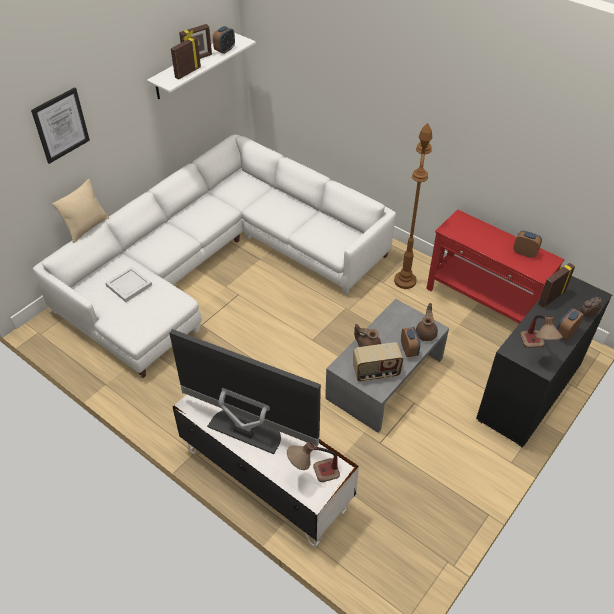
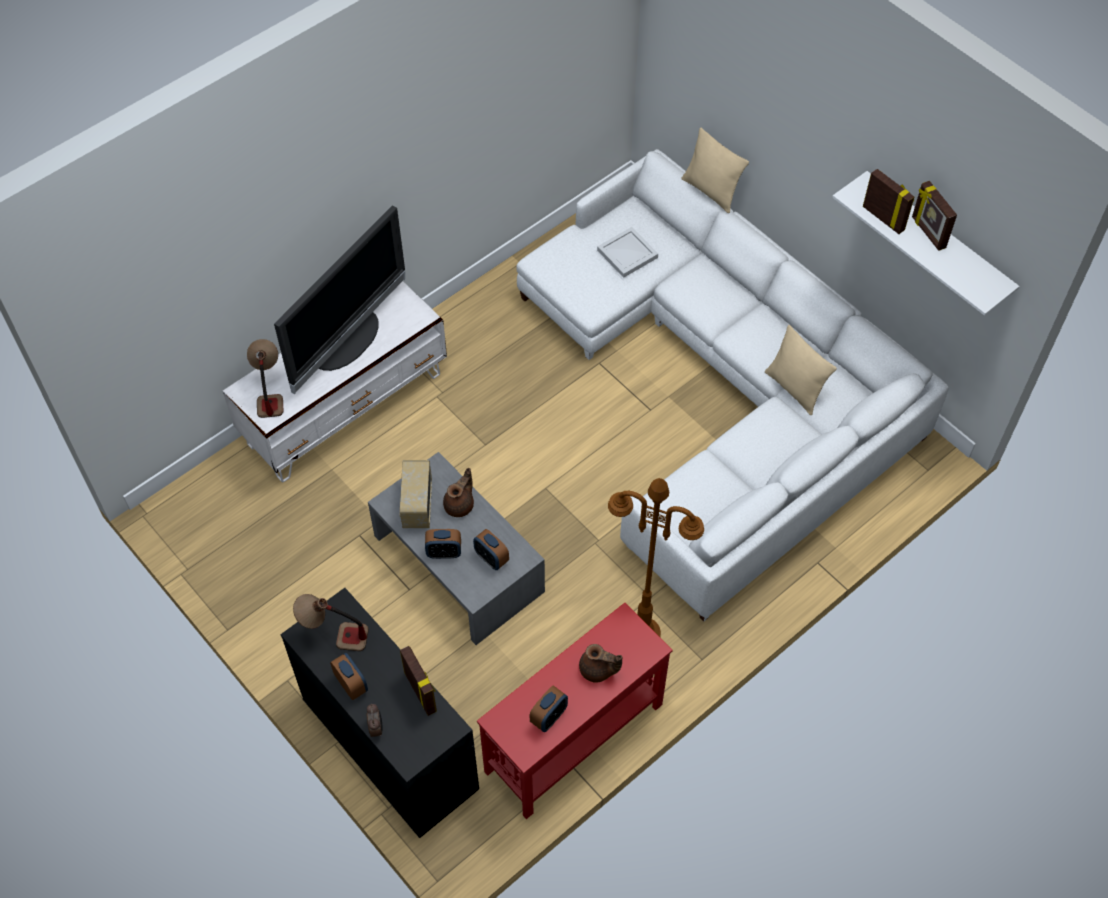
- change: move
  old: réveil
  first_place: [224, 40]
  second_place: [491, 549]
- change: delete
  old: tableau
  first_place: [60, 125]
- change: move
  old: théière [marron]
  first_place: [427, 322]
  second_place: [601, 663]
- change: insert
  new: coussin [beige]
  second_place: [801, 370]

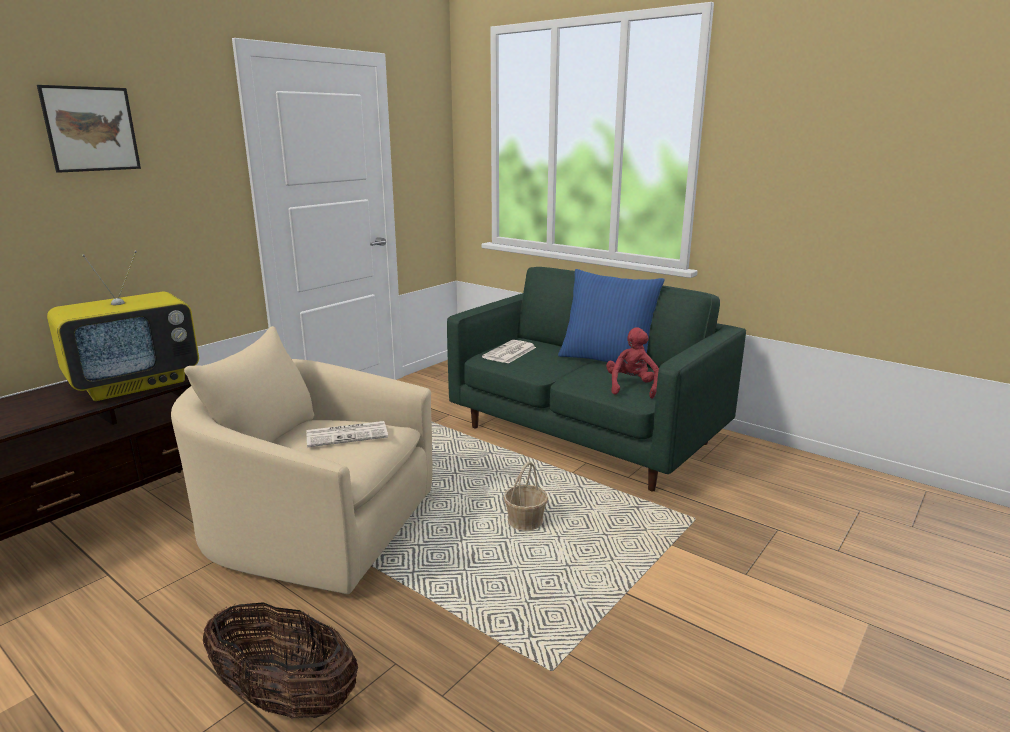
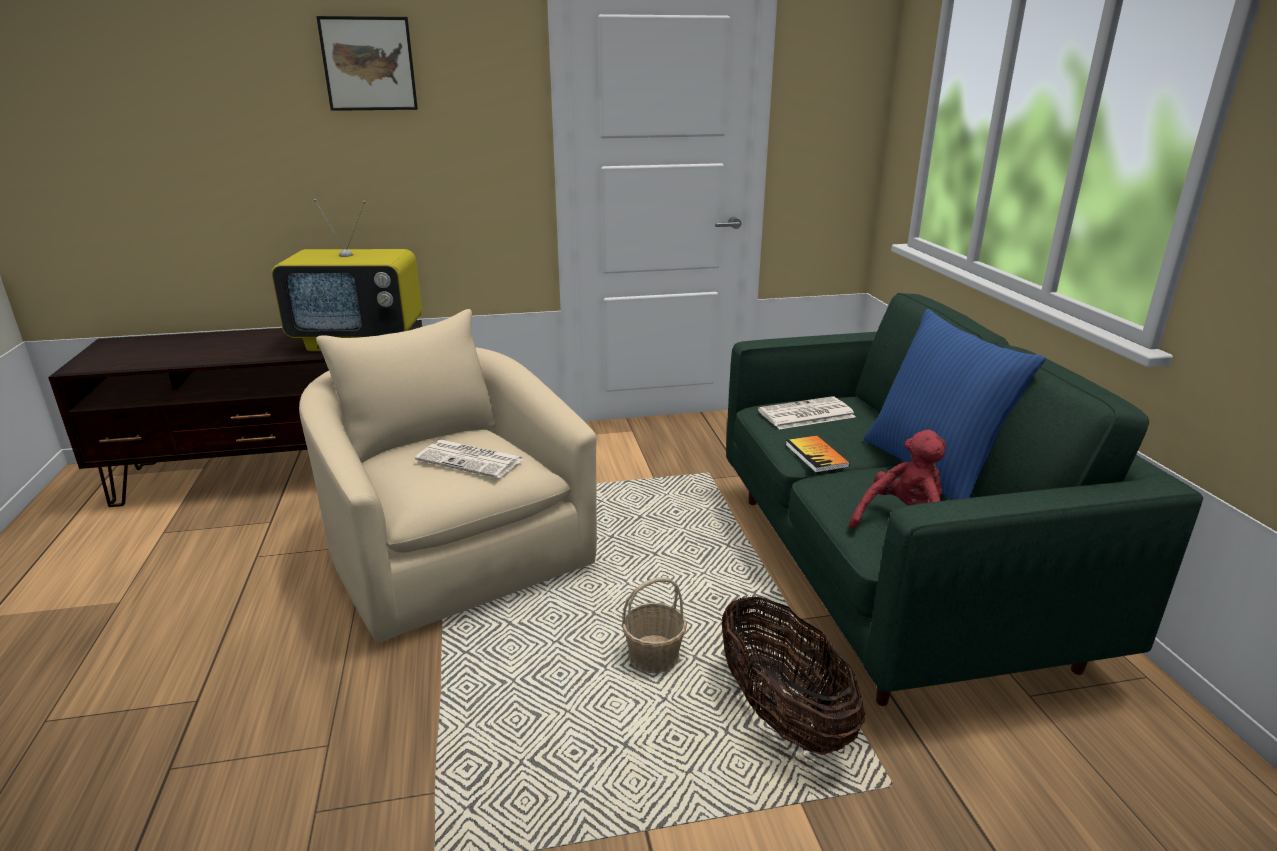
- change: move
  old: panier
  first_place: [280, 660]
  second_place: [793, 675]
- change: insert
  new: livre
  second_place: [818, 454]

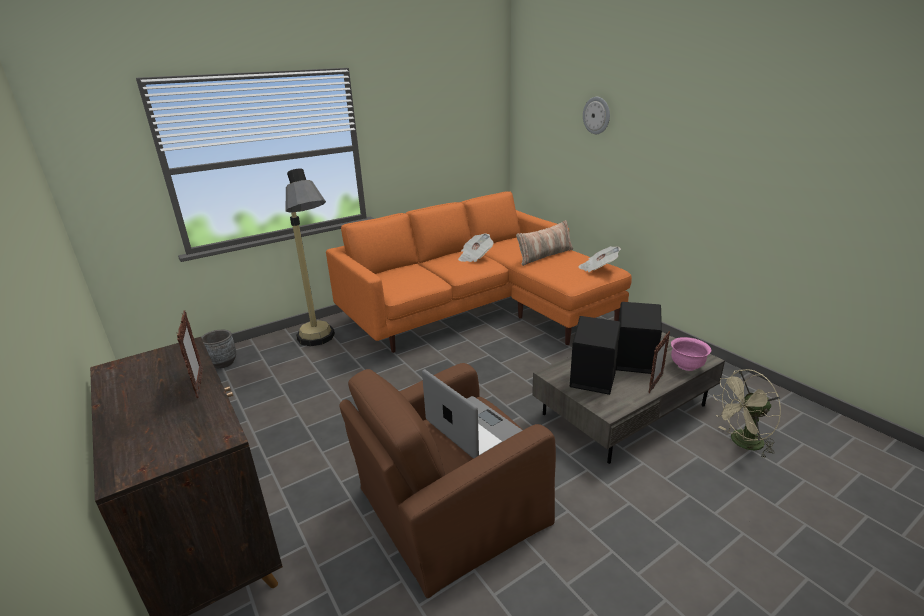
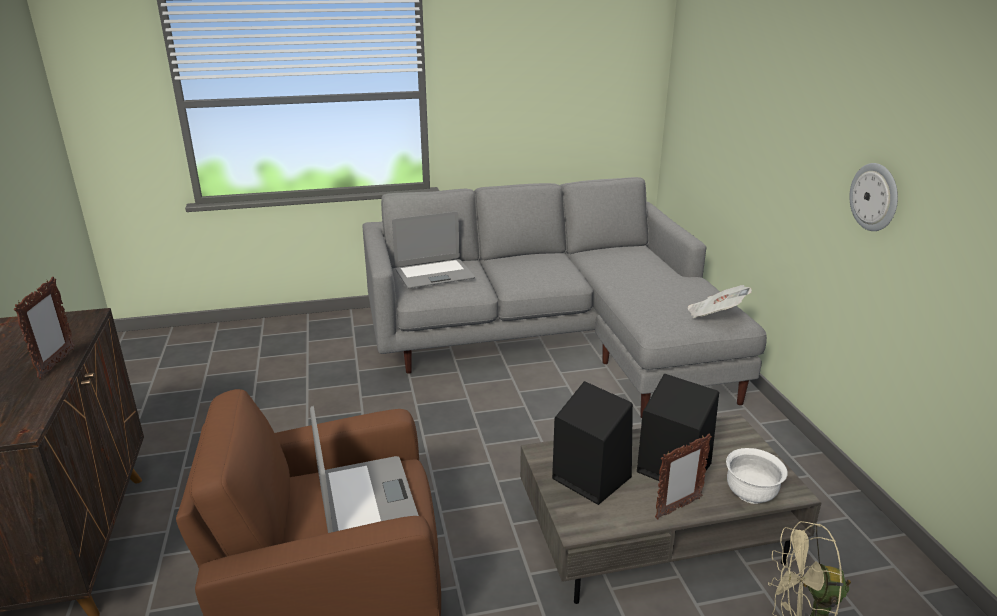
- change: move
  old: horloge murale
  first_place: [596, 115]
  second_place: [873, 197]
- change: delete
  old: lampadaire
  first_place: [310, 257]
- change: recolor
  old: canapé [orange]
  new: canapé [gris]
  first_place: [479, 272]
  second_place: [564, 297]
- change: delete
  old: coussin
  first_place: [544, 243]
- change: delete
  old: journal
  first_place: [476, 247]
- change: delete
  old: cache-pot [gris]
  first_place: [219, 349]
- change: recolor
  old: bol [rose]
  new: bol [blanc]
  first_place: [691, 354]
  second_place: [757, 476]
- change: insert
  new: ordinateur portable
  second_place: [433, 249]

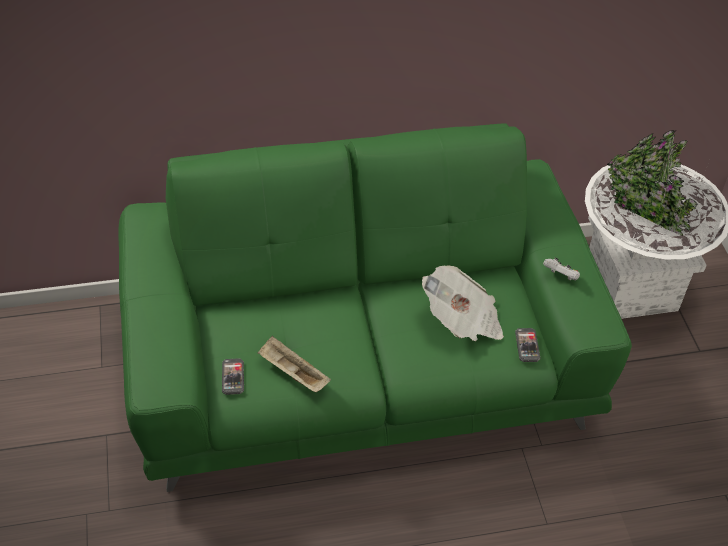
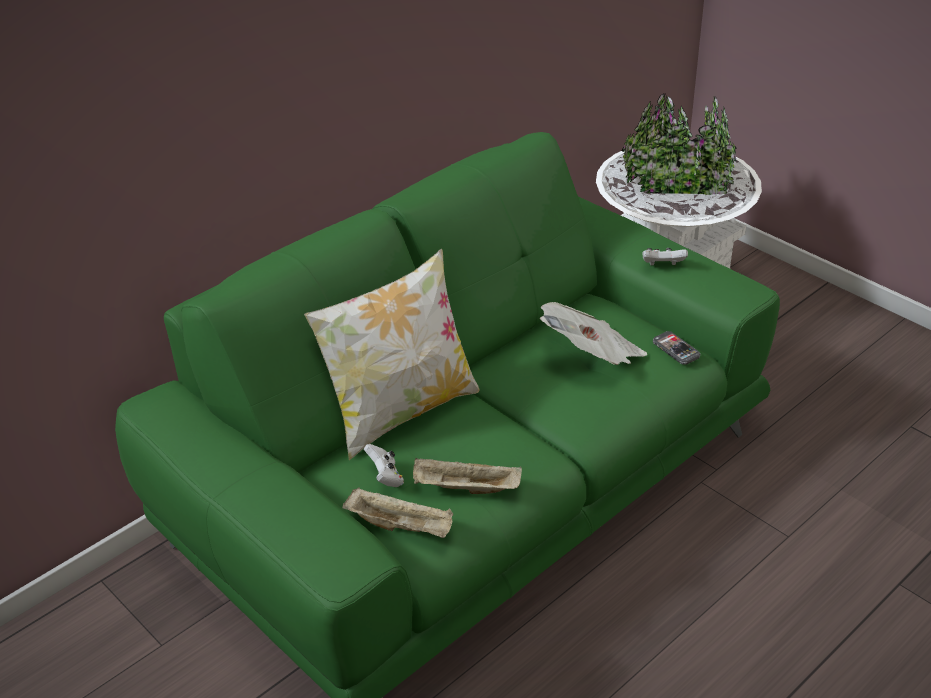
- change: replace
  old: téléphone
  new: plateau [beige]
  first_place: [233, 376]
  second_place: [397, 513]
- change: insert
  new: coussin
  second_place: [392, 354]
- change: insert
  new: manette [blanc]
  second_place: [384, 465]

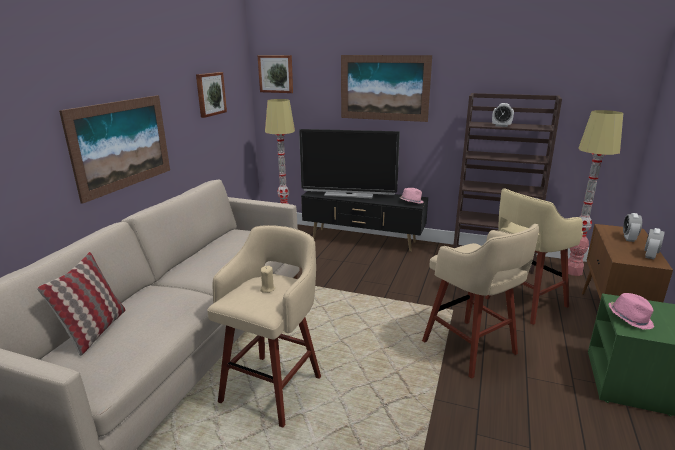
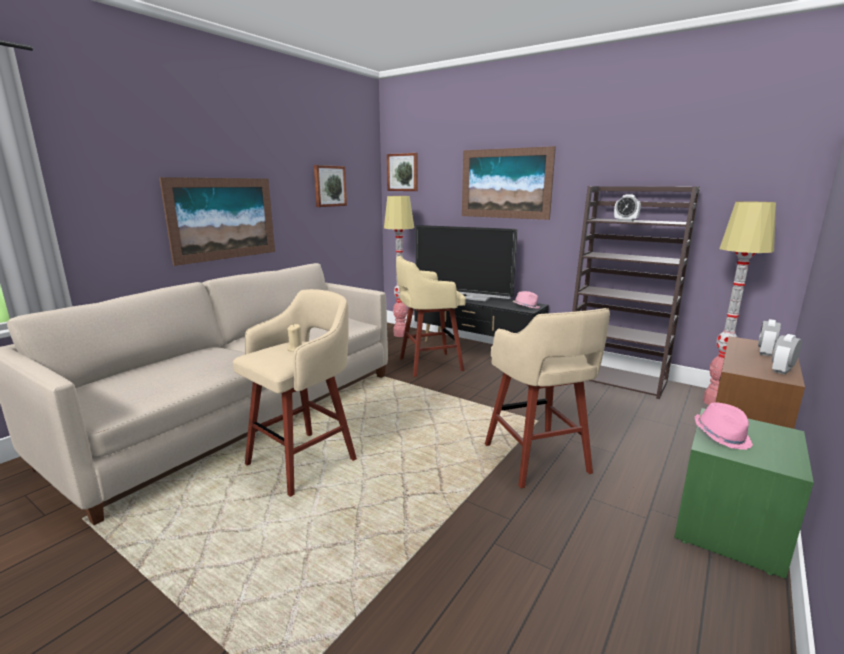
- change: move
  old: tabouret [beige]
  first_place: [534, 256]
  second_place: [431, 316]
- change: delete
  old: coussin
  first_place: [81, 304]

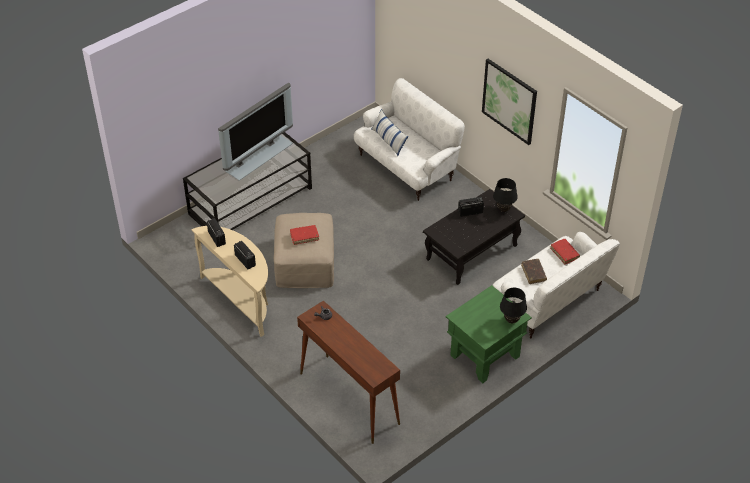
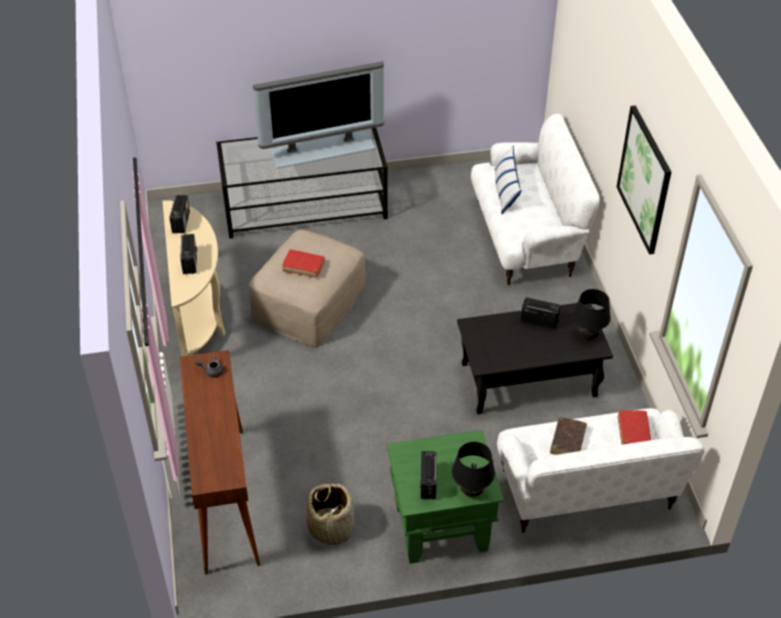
- change: insert
  new: radio
  second_place: [428, 474]
- change: insert
  new: panier
  second_place: [330, 514]

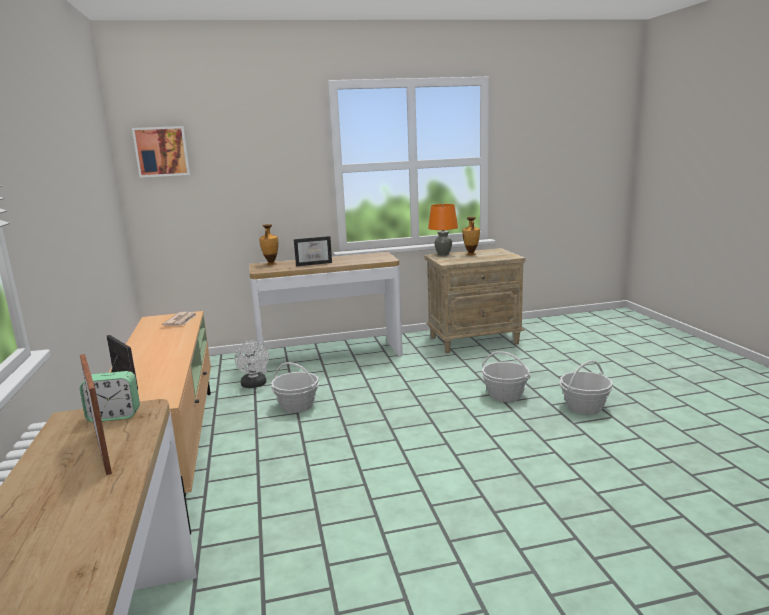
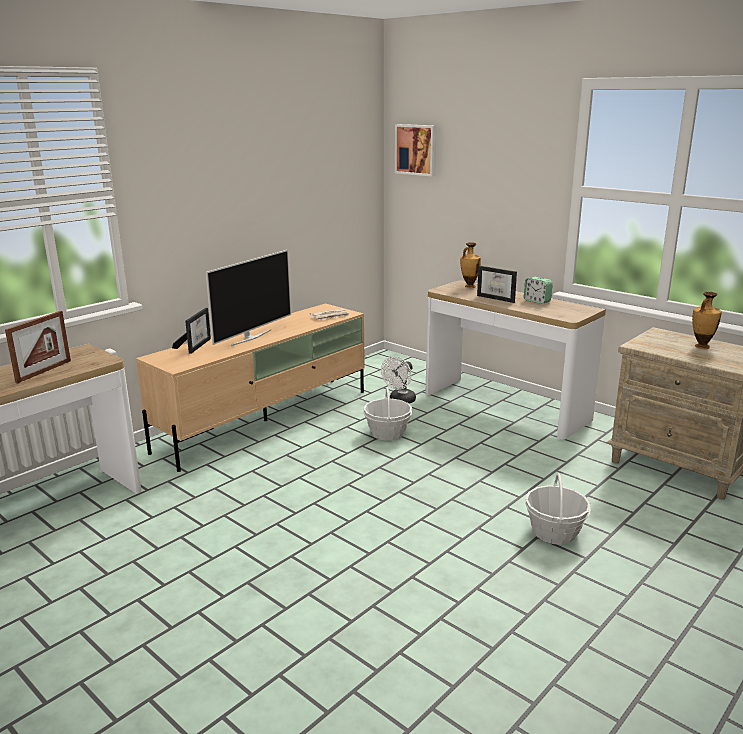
- change: delete
  old: lampe de table [orange]
  first_place: [443, 230]
- change: delete
  old: panier
  first_place: [586, 387]
- change: move
  old: réveil
  first_place: [110, 396]
  second_place: [538, 290]
- change: insert
  new: téléviseur
  second_place: [248, 298]

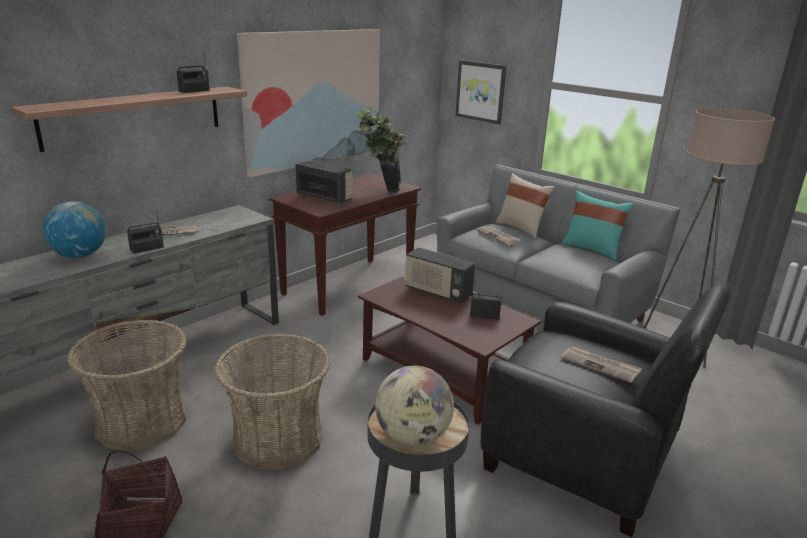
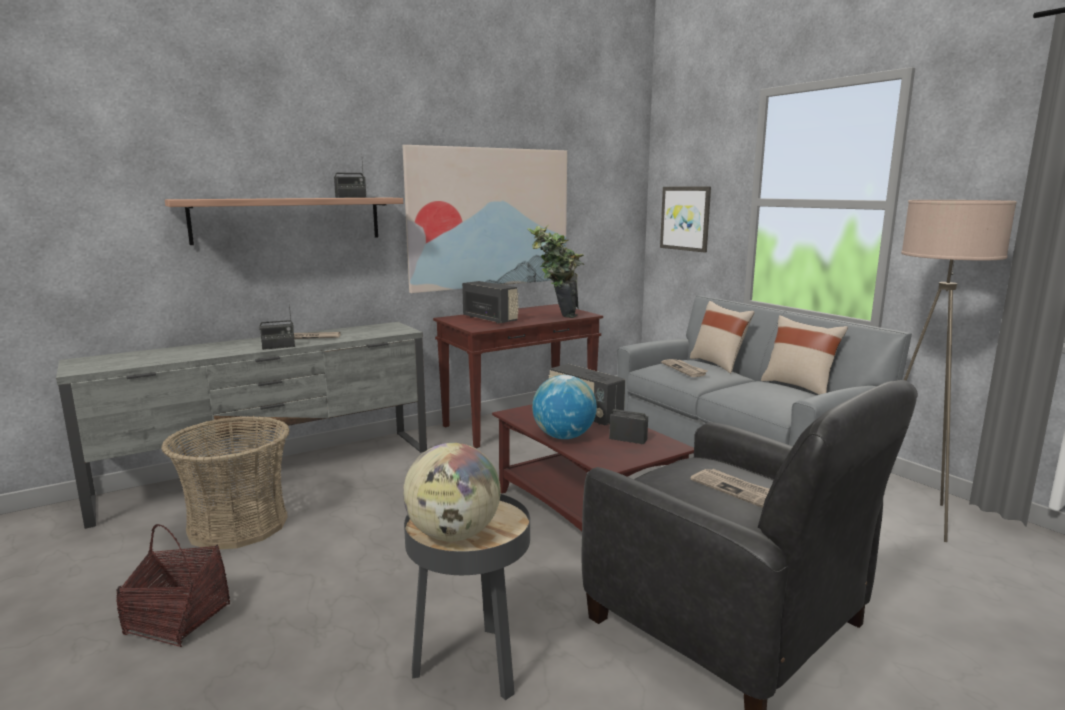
- change: recolor
  old: coussin [turquoise]
  new: coussin [beige]
  first_place: [597, 225]
  second_place: [804, 355]
- change: move
  old: globe
  first_place: [74, 229]
  second_place: [564, 407]
- change: delete
  old: panier
  first_place: [272, 402]

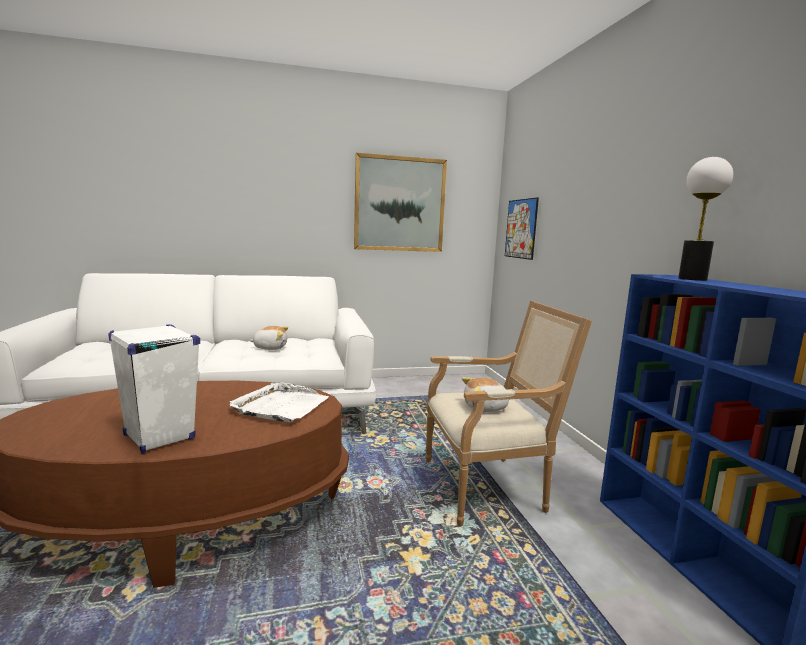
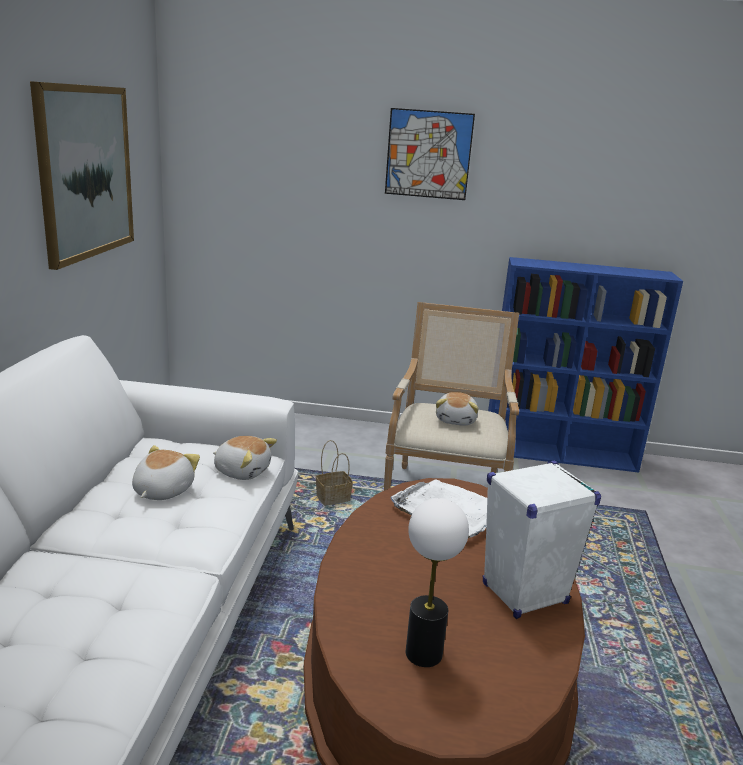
- change: move
  old: lampe de table
  first_place: [705, 219]
  second_place: [437, 582]
- change: move
  old: tableau
  first_place: [522, 228]
  second_place: [430, 154]
- change: insert
  new: peluche
  second_place: [245, 458]
- change: insert
  new: panier
  second_place: [334, 472]

